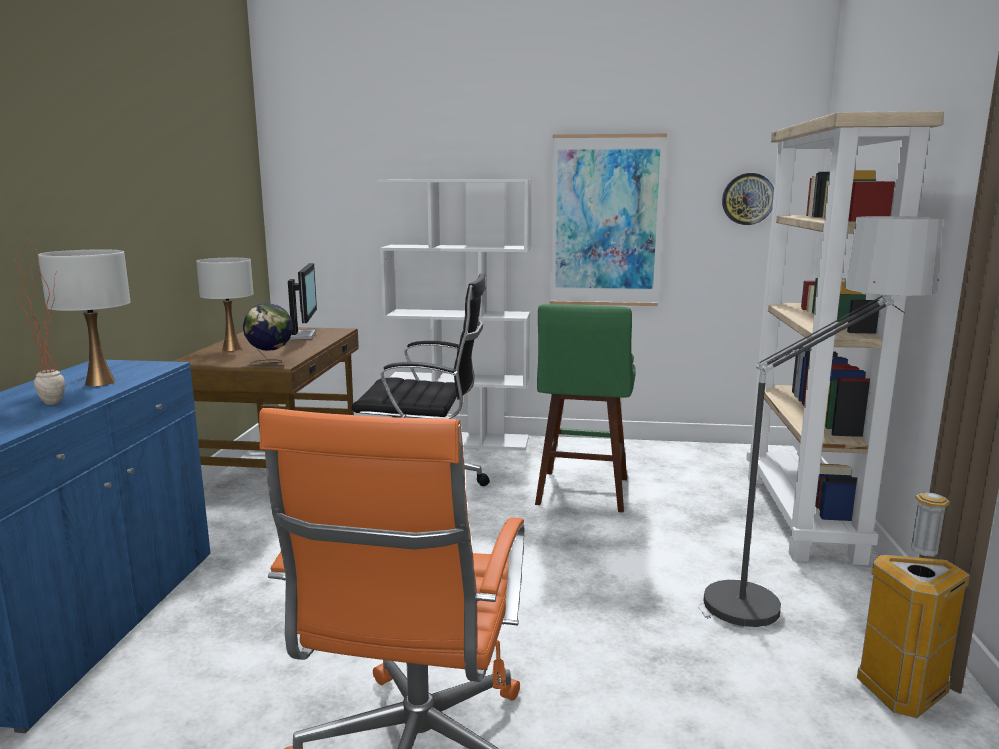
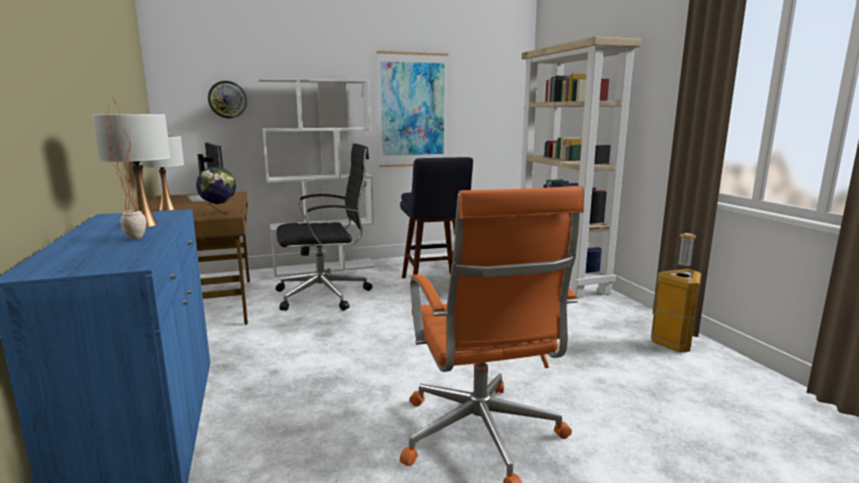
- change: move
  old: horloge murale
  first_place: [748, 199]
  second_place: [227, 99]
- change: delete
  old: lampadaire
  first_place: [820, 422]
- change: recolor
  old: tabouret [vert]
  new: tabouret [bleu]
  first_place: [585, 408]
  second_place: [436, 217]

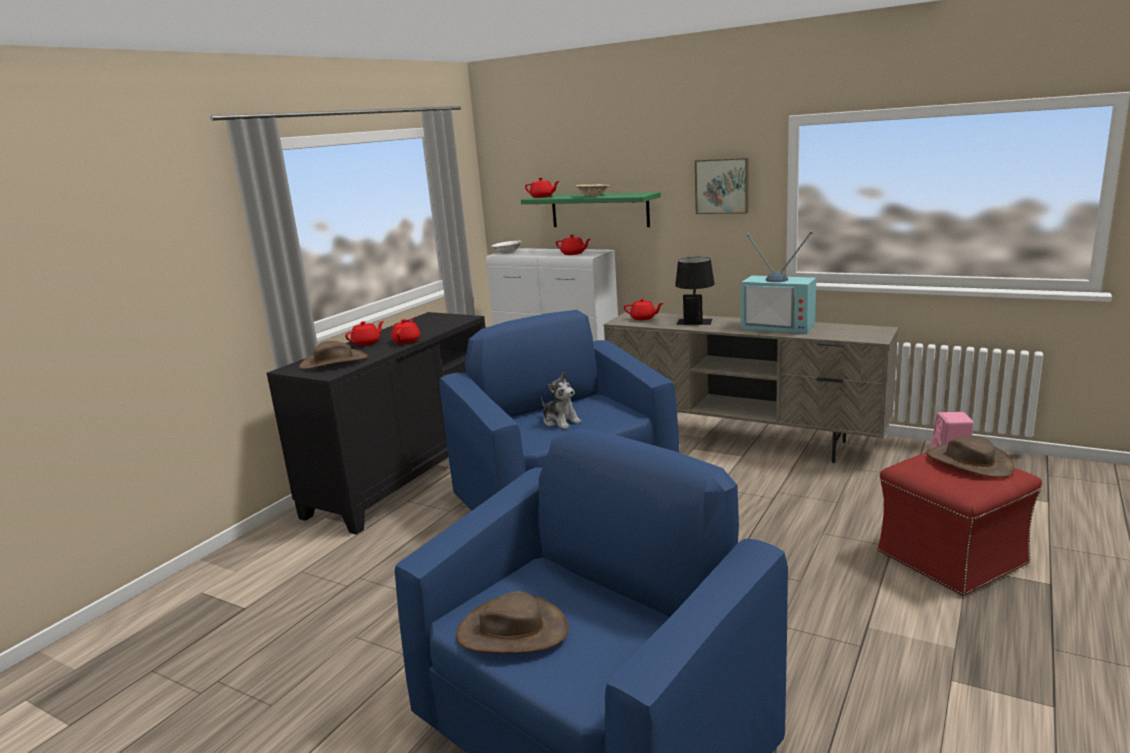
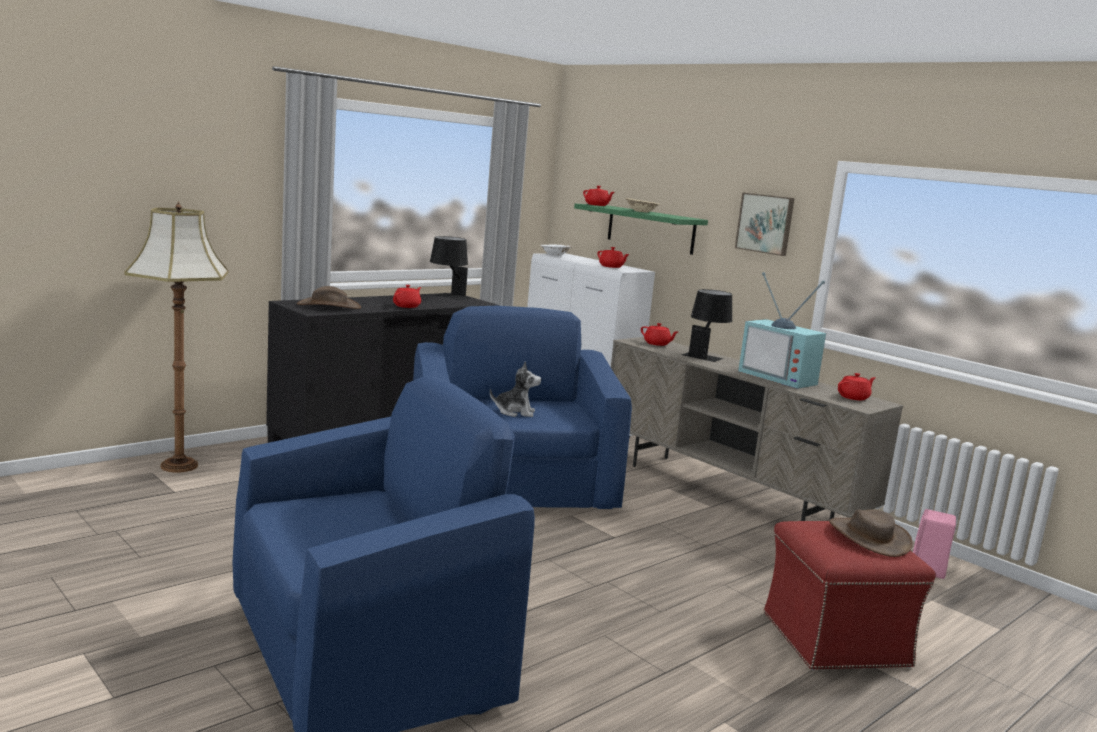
- change: move
  old: théière [rouge]
  first_place: [364, 333]
  second_place: [857, 386]
- change: rotate
  old: peluche
  first_place: [561, 401]
  second_place: [515, 389]
  degrees: -60
- change: delete
  old: chapeau [marron]
  first_place: [512, 622]
- change: insert
  new: lampadaire
  second_place: [176, 337]
- change: insert
  new: lampe de table [noir]
  second_place: [450, 268]

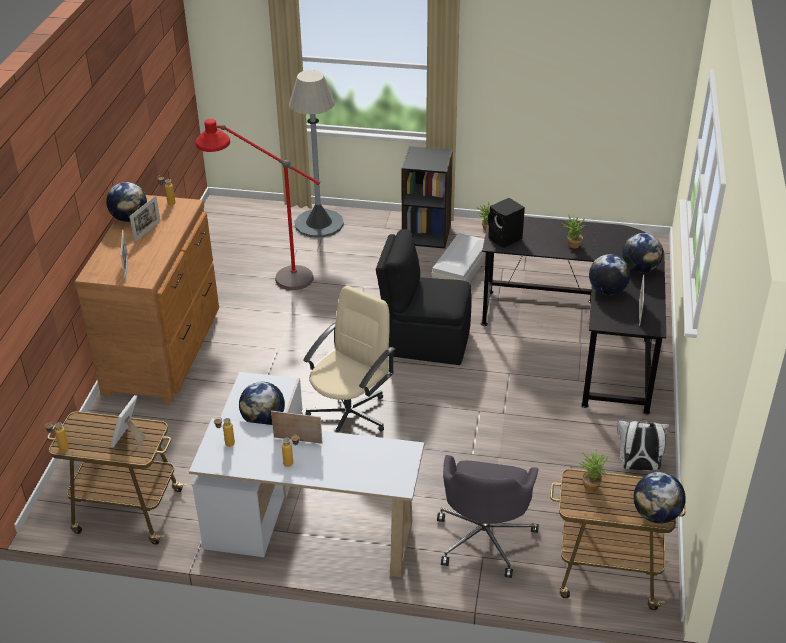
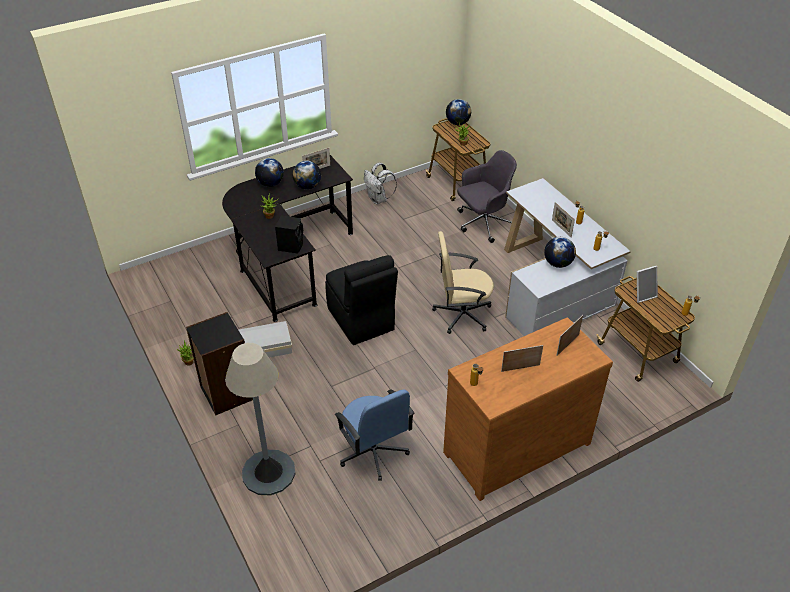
- change: replace
  old: lampadaire [rouge]
  new: chaise de bureau [bleu]
  first_place: [258, 204]
  second_place: [374, 435]
- change: delete
  old: globe
  first_place: [126, 202]

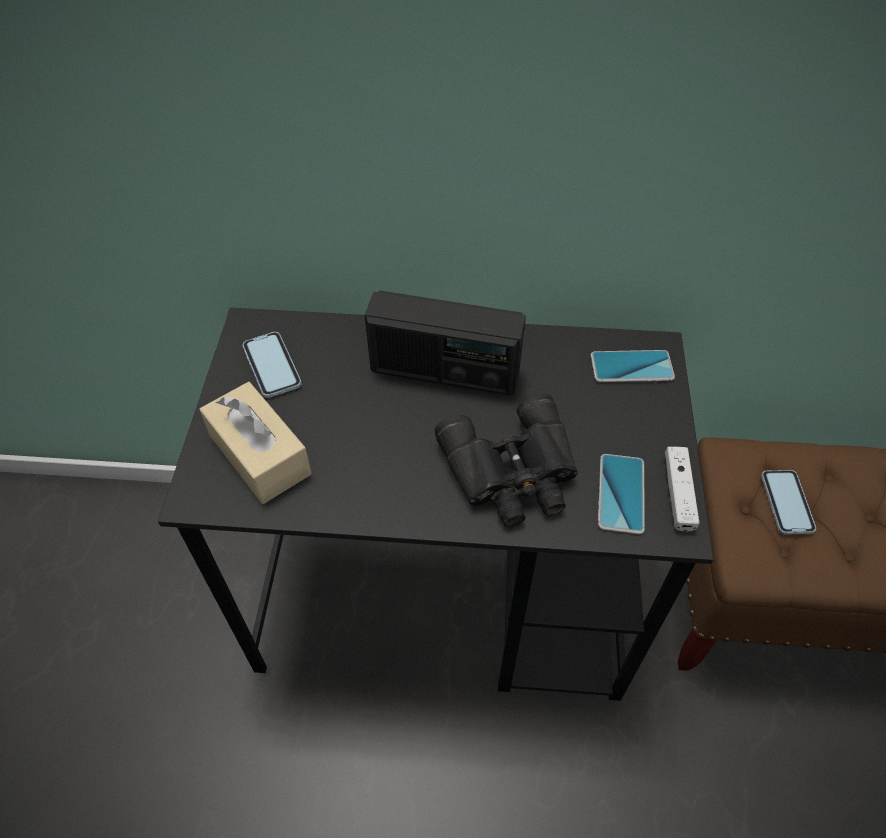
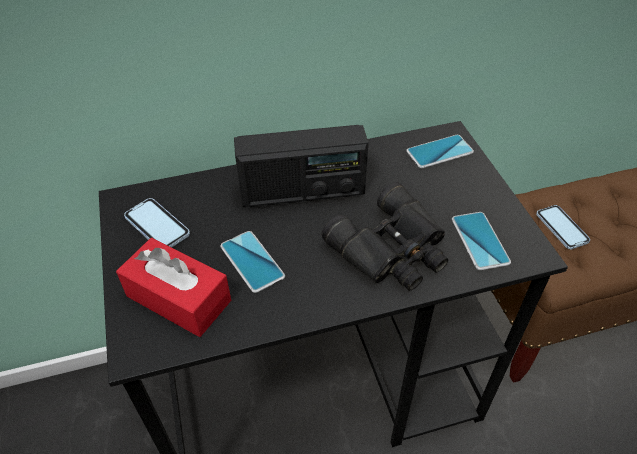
- change: recolor
  old: boîte à mouchoirs [beige]
  new: boîte à mouchoirs [rouge]
  first_place: [255, 443]
  second_place: [173, 287]
- change: delete
  old: manette [blanc]
  first_place: [682, 488]
- change: insert
  new: téléphone
  second_place: [252, 262]

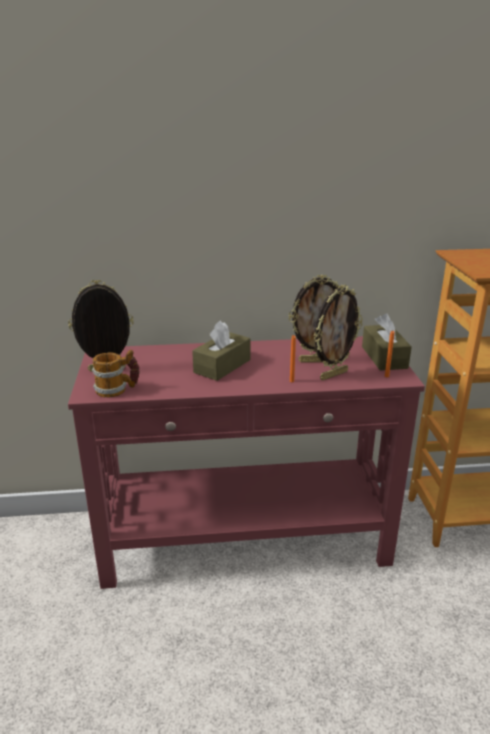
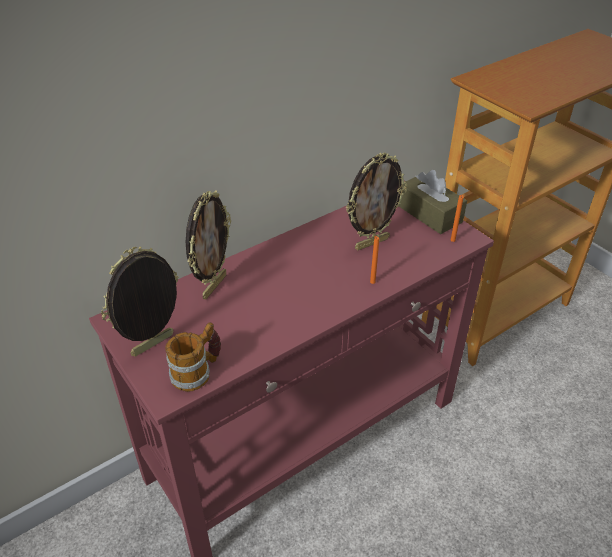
- change: move
  old: cadre photo
  first_place: [338, 332]
  second_place: [208, 244]
- change: delete
  old: boîte à mouchoirs [marron]
  first_place: [221, 350]

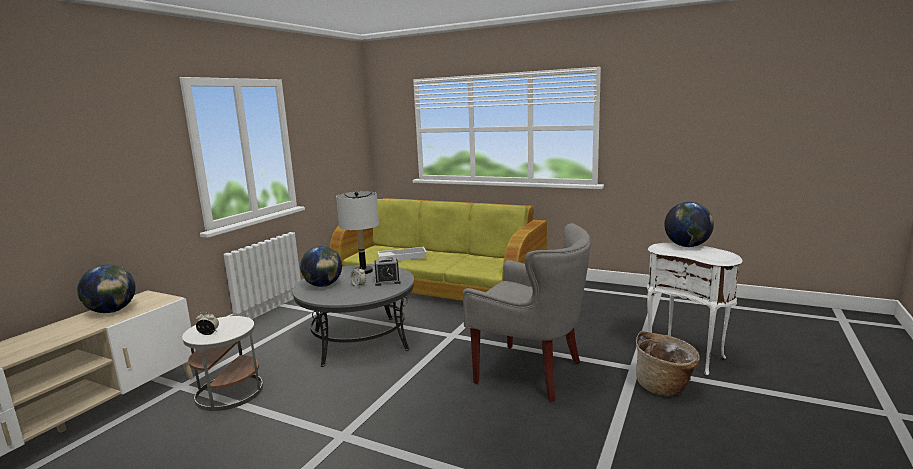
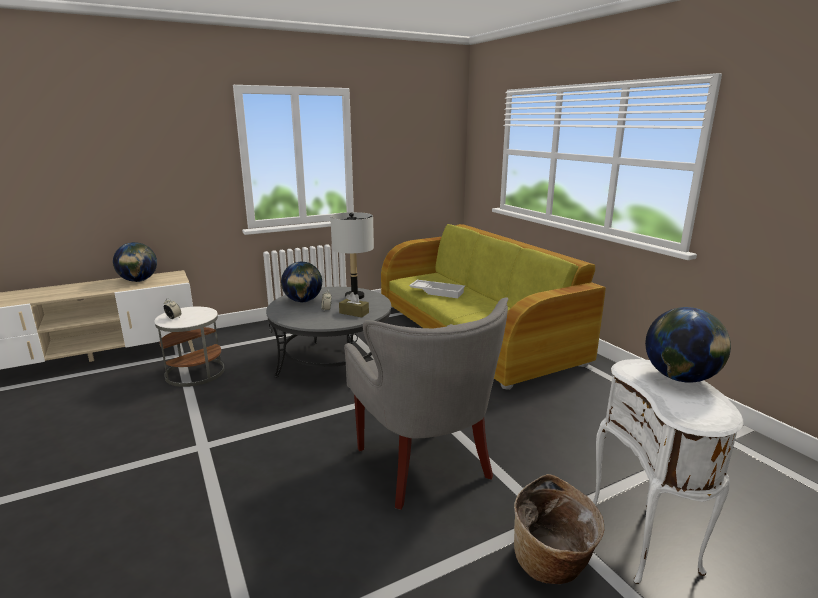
- change: replace
  old: réveil
  new: boîte à mouchoirs [marron]
  first_place: [388, 271]
  second_place: [354, 304]

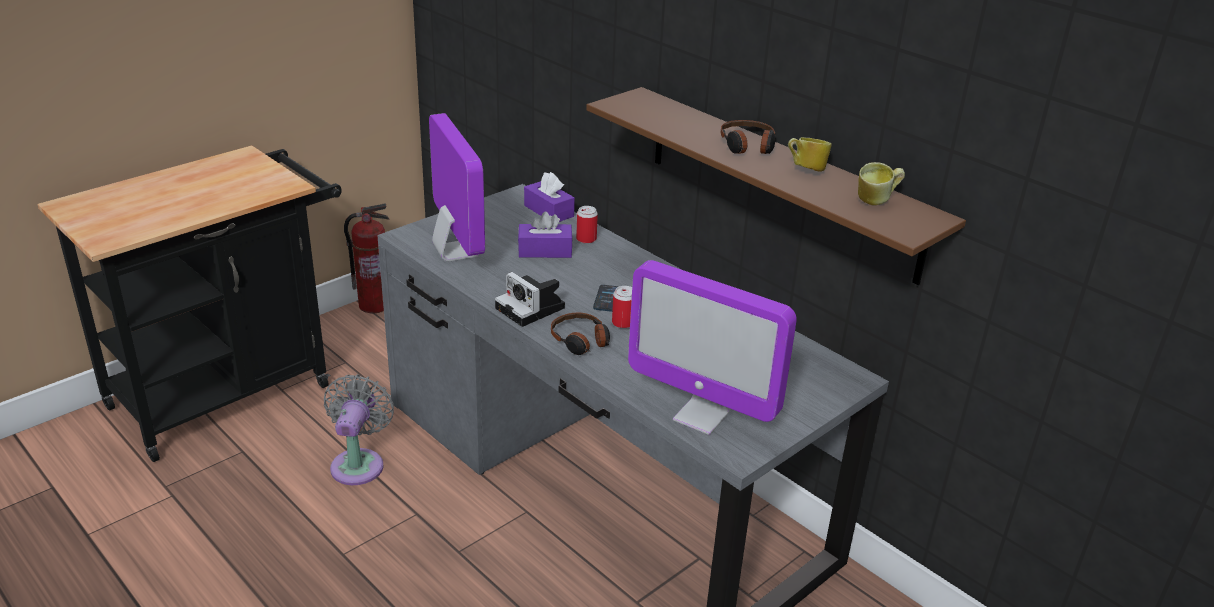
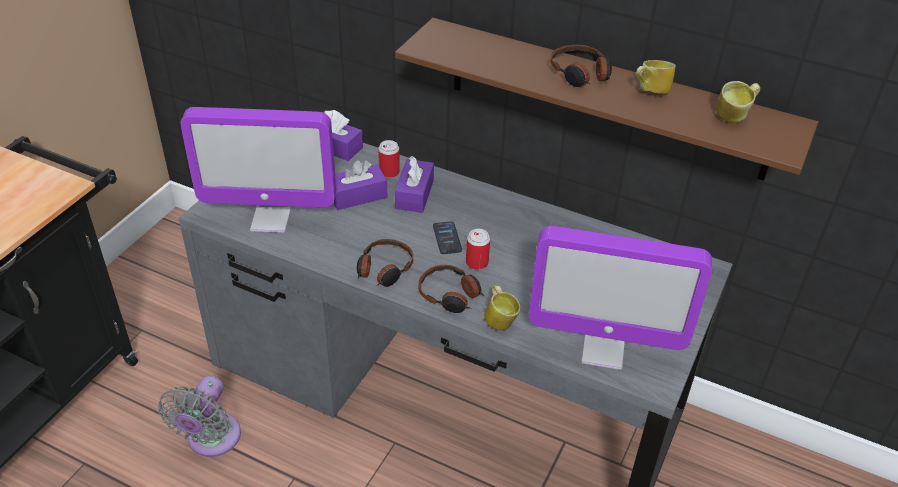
- change: rotate
  old: écran d'ordinateur
  first_place: [457, 187]
  second_place: [258, 170]
  degrees: 135
- change: delete
  old: extincteur
  first_place: [367, 258]
- change: replace
  old: appareil photo
  new: casque audio
  first_place: [530, 299]
  second_place: [385, 263]
- change: rotate
  old: ventilateur [gris]
  first_place: [359, 429]
  second_place: [199, 416]
  degrees: -150
- change: insert
  new: boîte à mouchoirs [violet]
  second_place: [414, 184]
- change: insert
  new: mug
  second_place: [502, 308]

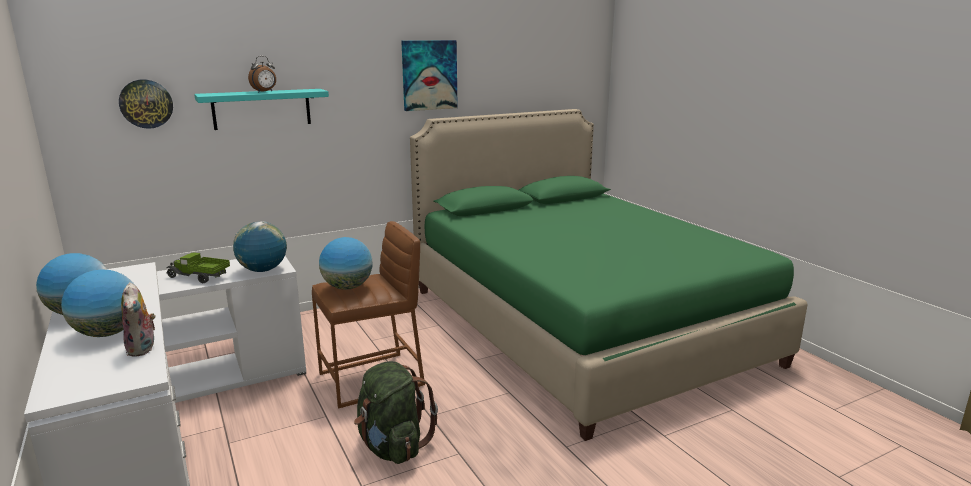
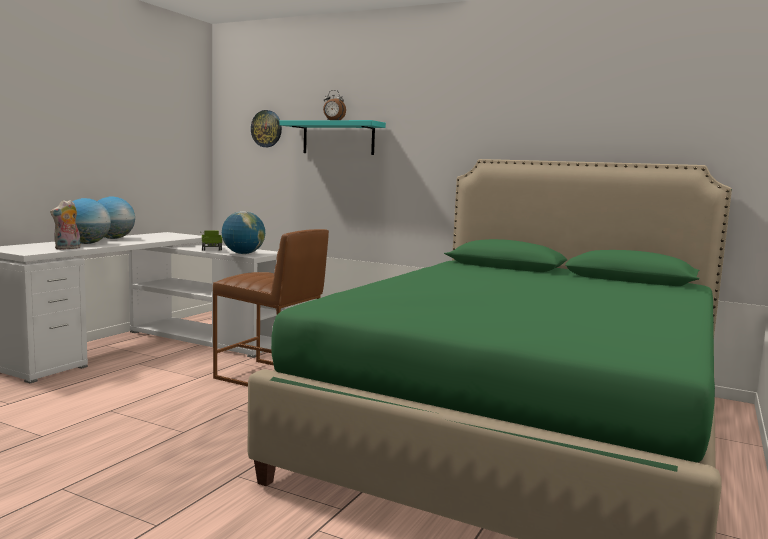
- change: delete
  old: tableau
  first_place: [429, 75]
- change: delete
  old: globe
  first_place: [346, 263]
- change: delete
  old: sac à dos [vert]
  first_place: [396, 412]

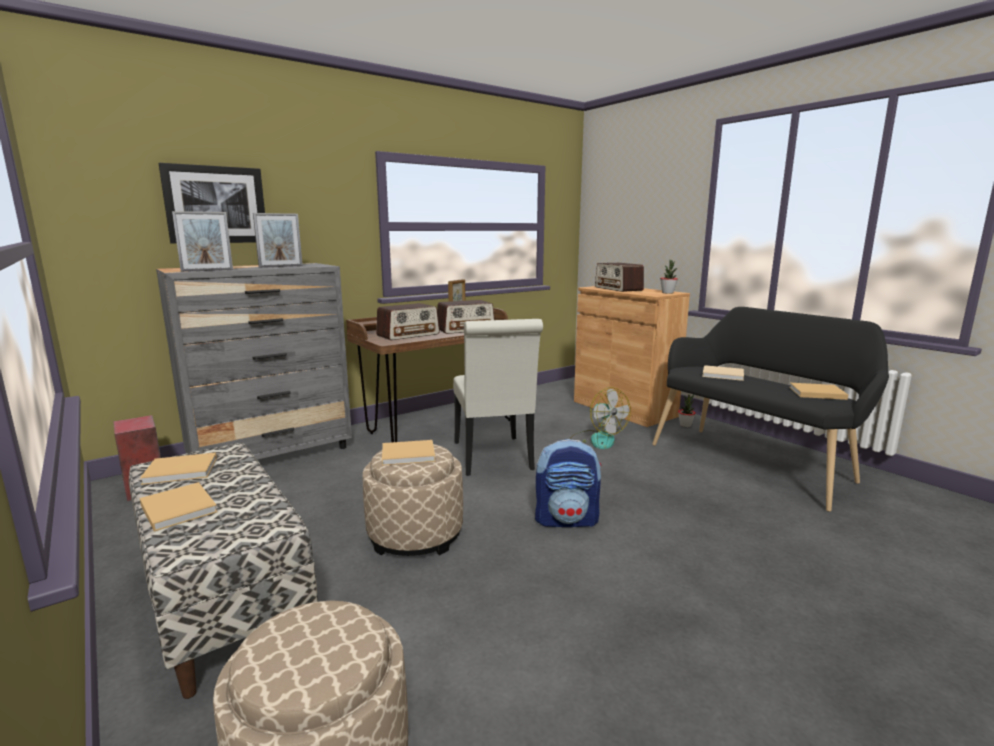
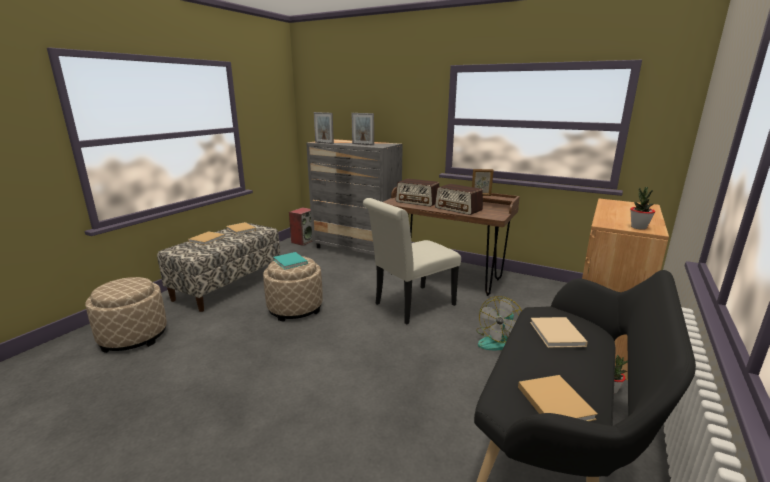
- change: delete
  old: tableau
  first_place: [211, 203]
- change: delete
  old: radio
  first_place: [619, 277]
- change: delete
  old: sac à dos
  first_place: [568, 483]
- change: recolor
  old: livre [beige]
  new: livre [turquoise]
  first_place: [408, 453]
  second_place: [291, 260]

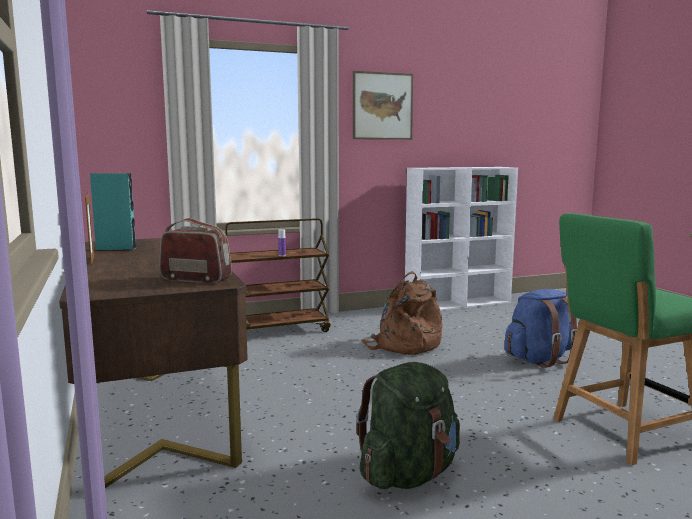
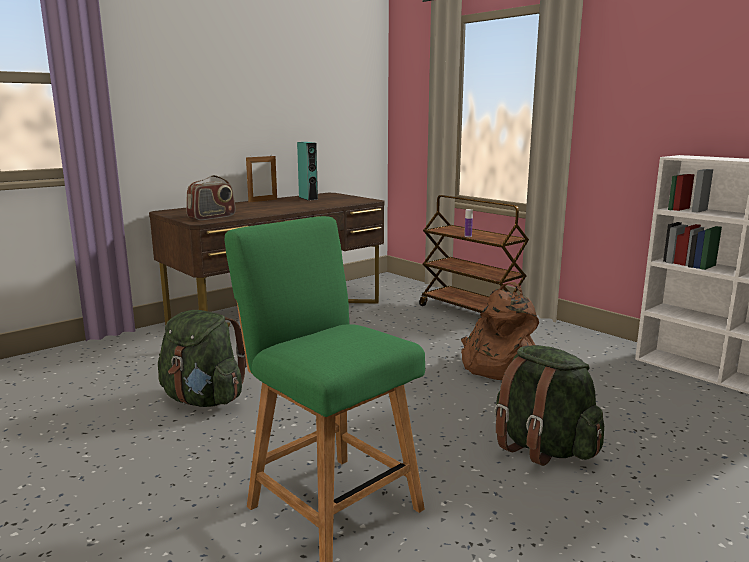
- change: delete
  old: tableau
  first_place: [383, 105]
- change: rotate
  old: radio
  first_place: [195, 250]
  second_place: [211, 197]
  degrees: 45
- change: recolor
  old: sac à dos [bleu]
  new: sac à dos [vert]
  first_place: [540, 328]
  second_place: [549, 405]

